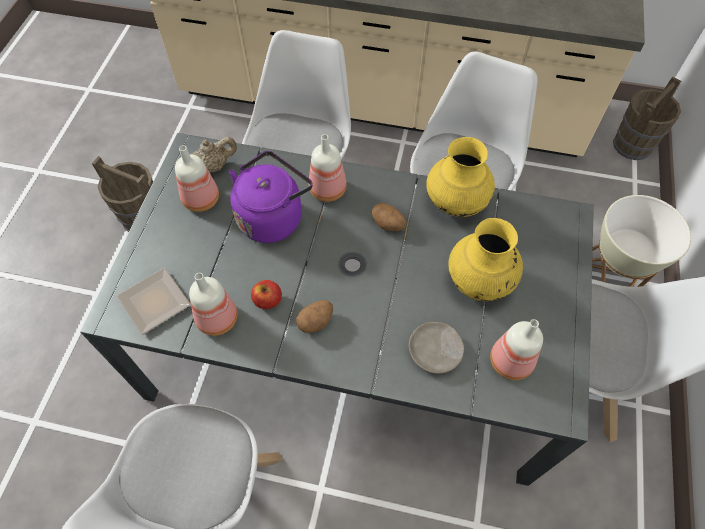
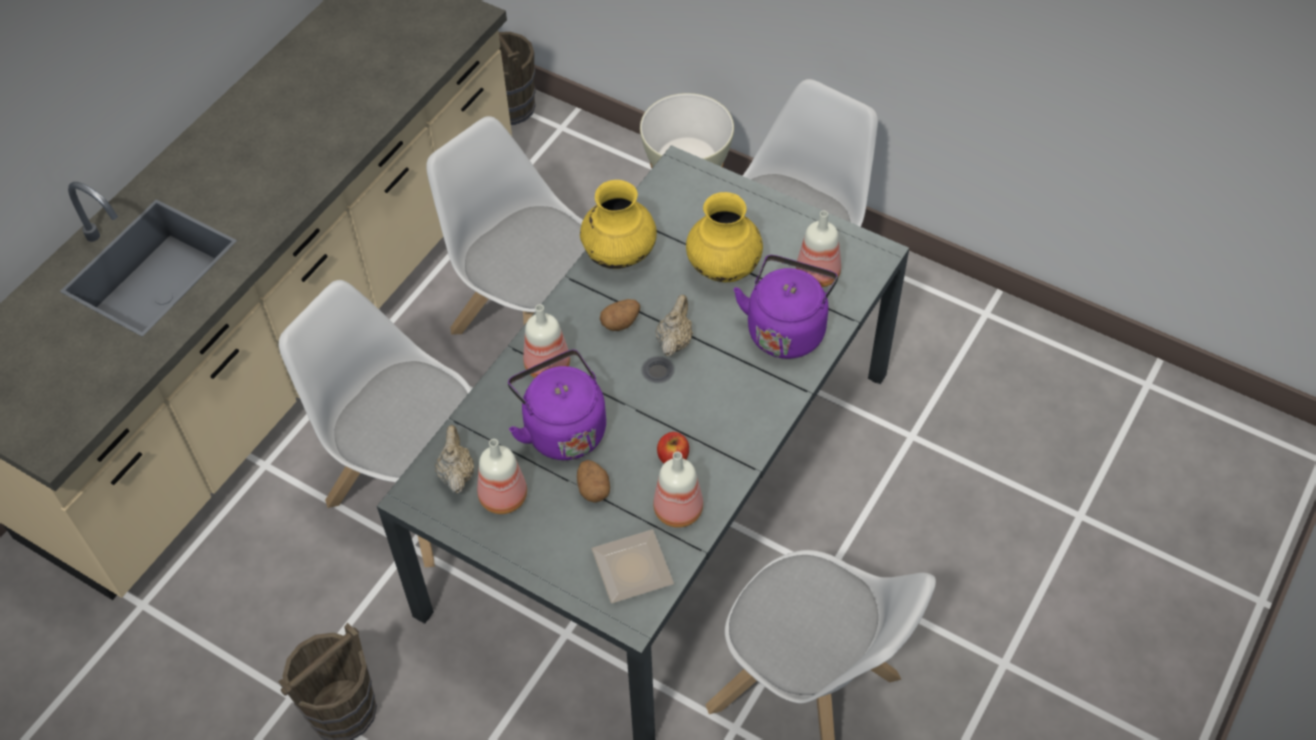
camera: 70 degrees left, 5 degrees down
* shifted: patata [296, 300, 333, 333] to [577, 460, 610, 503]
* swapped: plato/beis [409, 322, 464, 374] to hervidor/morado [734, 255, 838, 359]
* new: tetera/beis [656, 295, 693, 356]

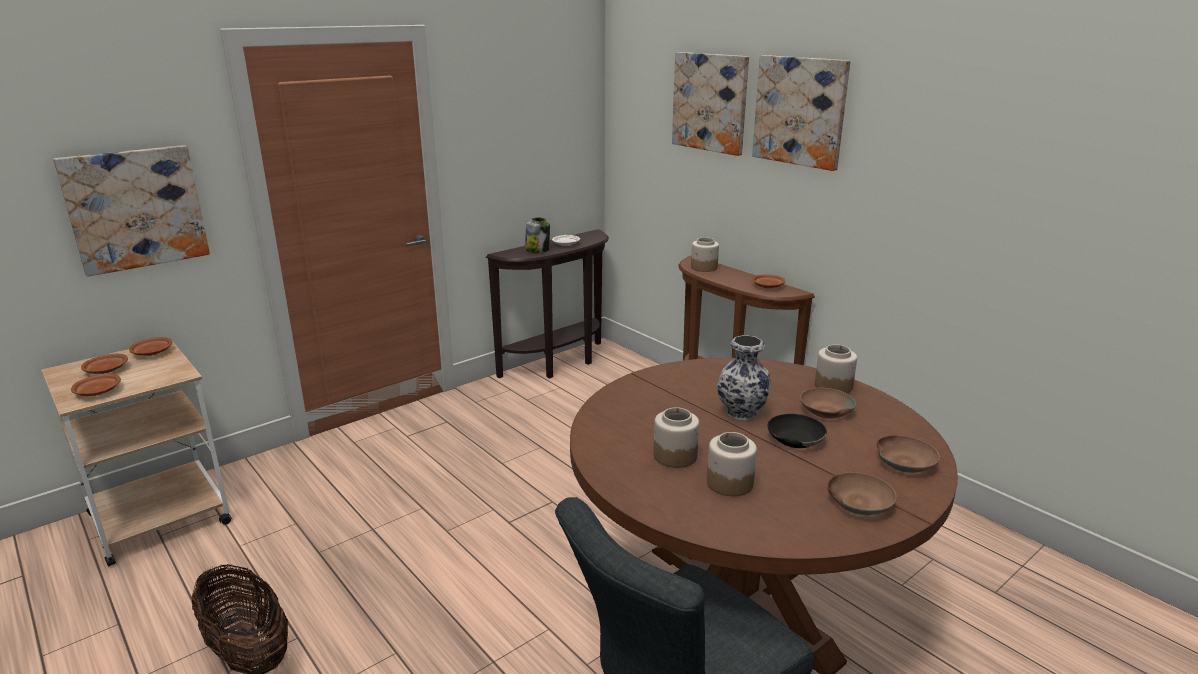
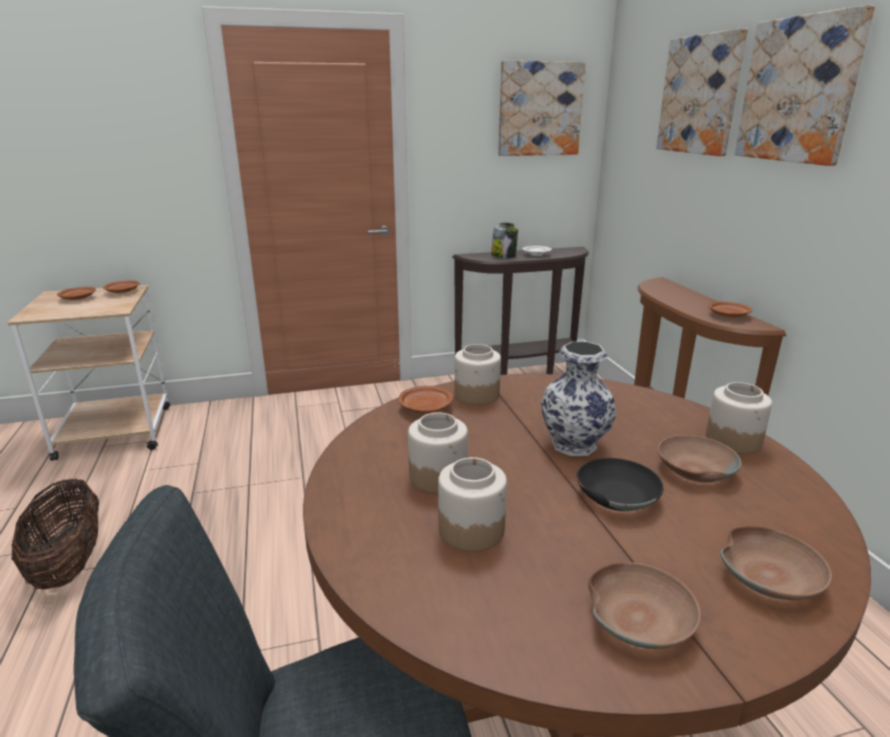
camera: 25 degrees right, 0 degrees up
* shifted: cuadro [53, 145, 210, 277] to [498, 61, 586, 156]
* shifted: tarro [691, 237, 719, 272] to [454, 344, 501, 405]
* shifted: plato/marrón [71, 374, 121, 396] to [398, 386, 453, 413]

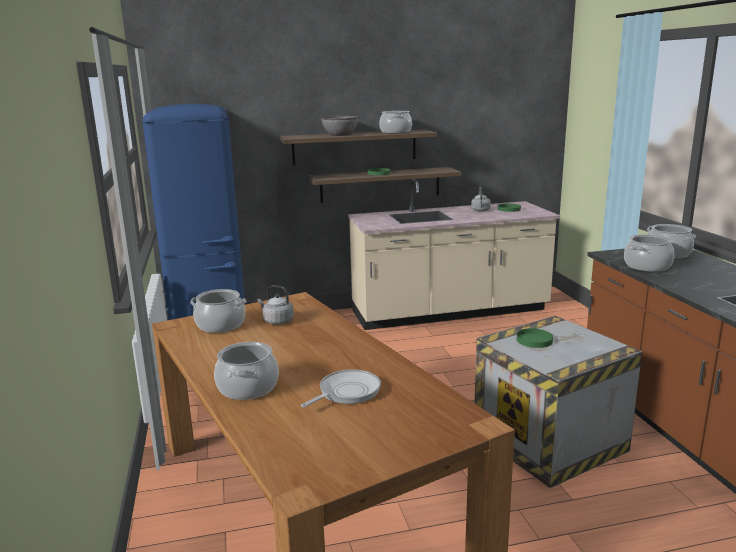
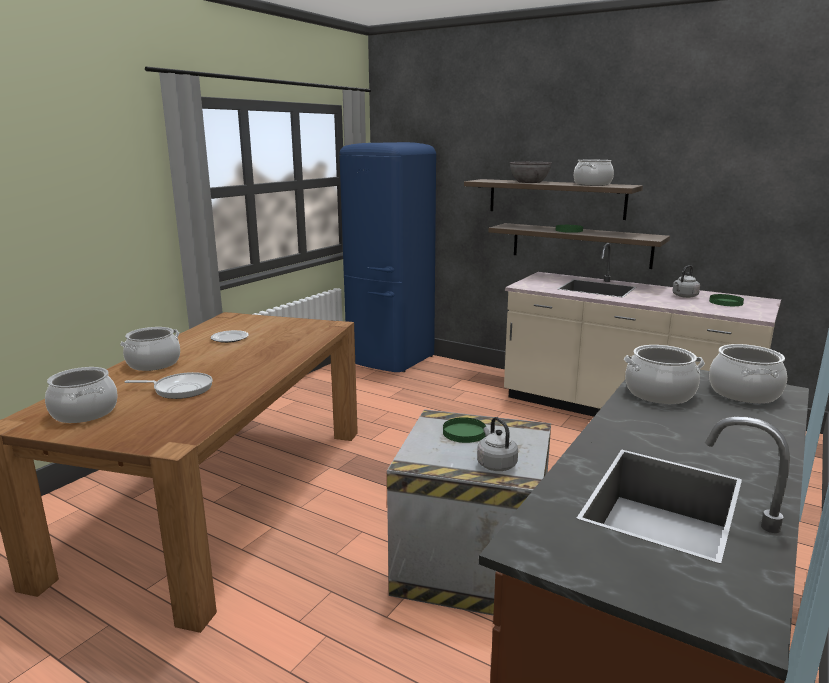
camera: 45 degrees right, 0 degrees up
* shifted: hervidor/gris [258, 285, 294, 325] to [477, 417, 518, 471]
* shifted: olla [190, 289, 246, 333] to [45, 367, 118, 423]
* new: plato [210, 330, 249, 343]

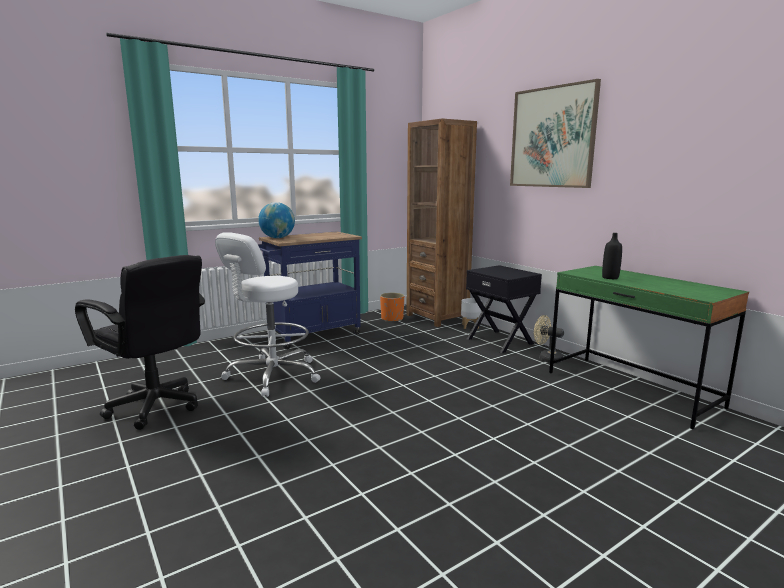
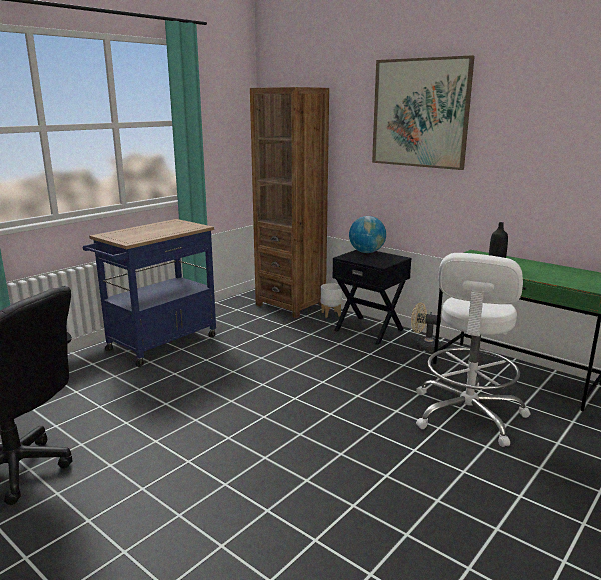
camera: 15 degrees left, 5 degrees up
* shifted: globo terráqueo [258, 202, 295, 238] to [349, 216, 386, 253]
* shifted: taburete/blanco [215, 232, 321, 397] to [416, 253, 530, 447]
* gone: maceta/naranja [380, 292, 404, 322]

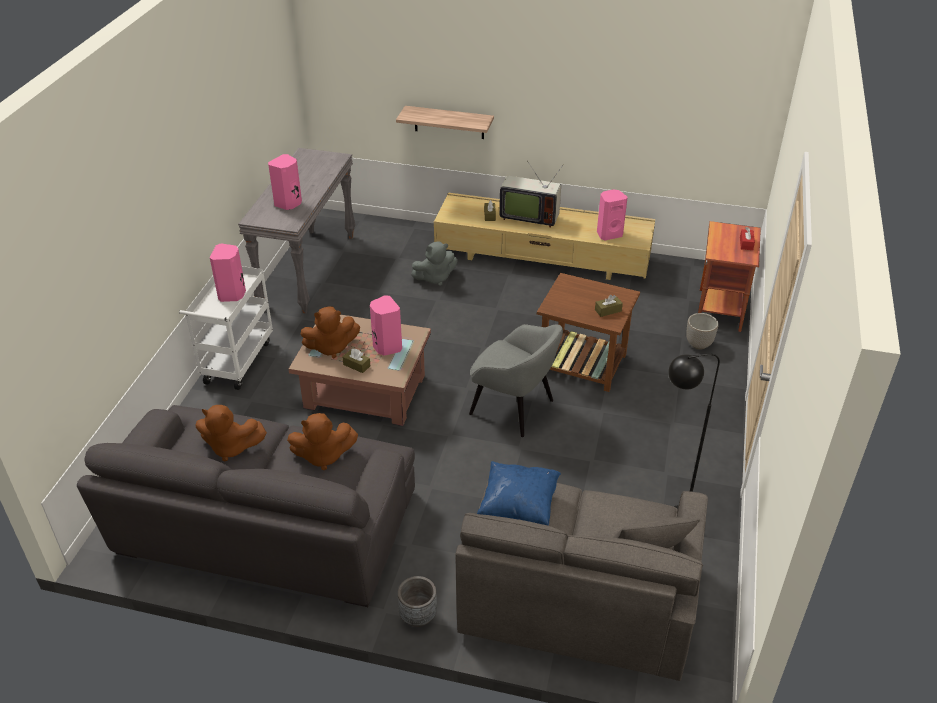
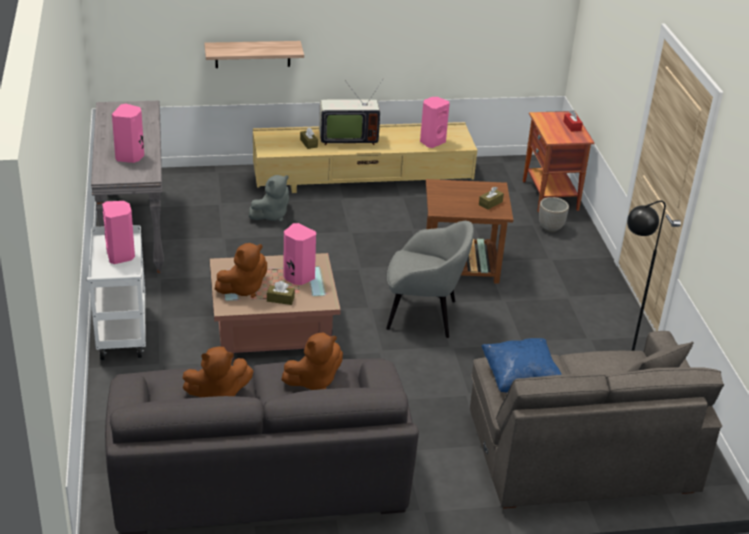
camera: 25 degrees left, 5 degrees down
* gone: maceta/gris [398, 576, 437, 627]

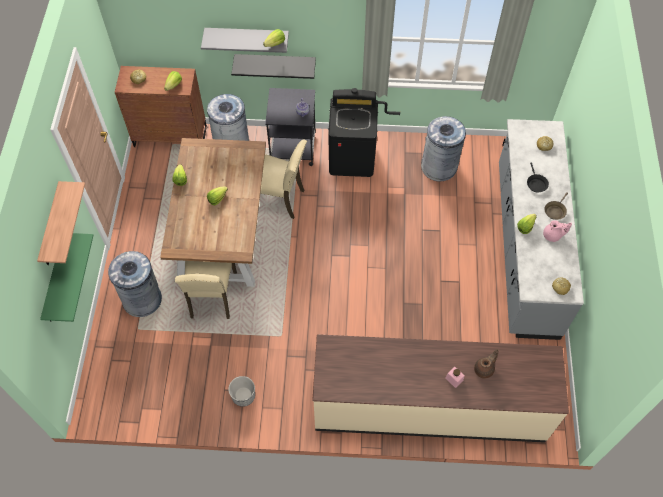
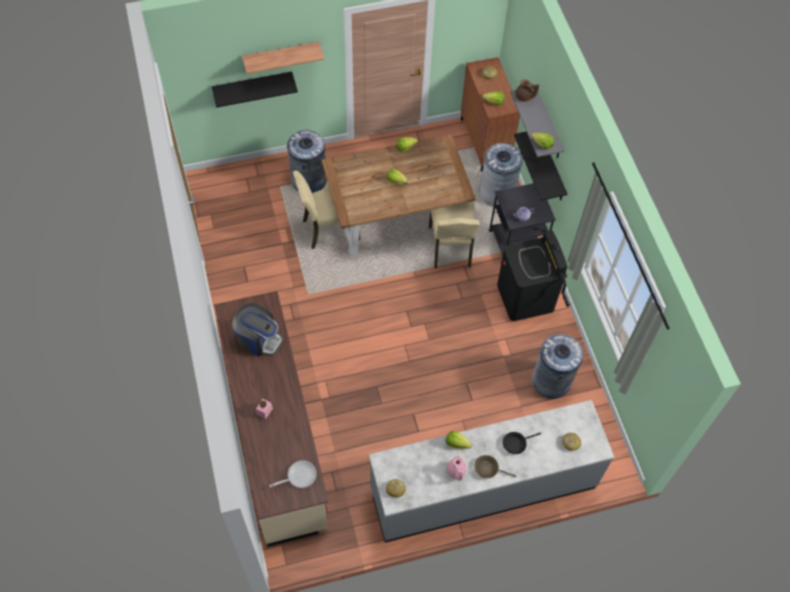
camera: 70 degrees right, 0 degrees up
* repainted: estante/verde [40, 233, 94, 322] to estante/negro [211, 72, 298, 108]
* shifted: tetera/marrón [474, 349, 499, 378] to [515, 79, 539, 101]
* gone: maceta [228, 376, 255, 407]
* new: cafetera [232, 303, 283, 357]
* new: sartén [269, 460, 317, 488]

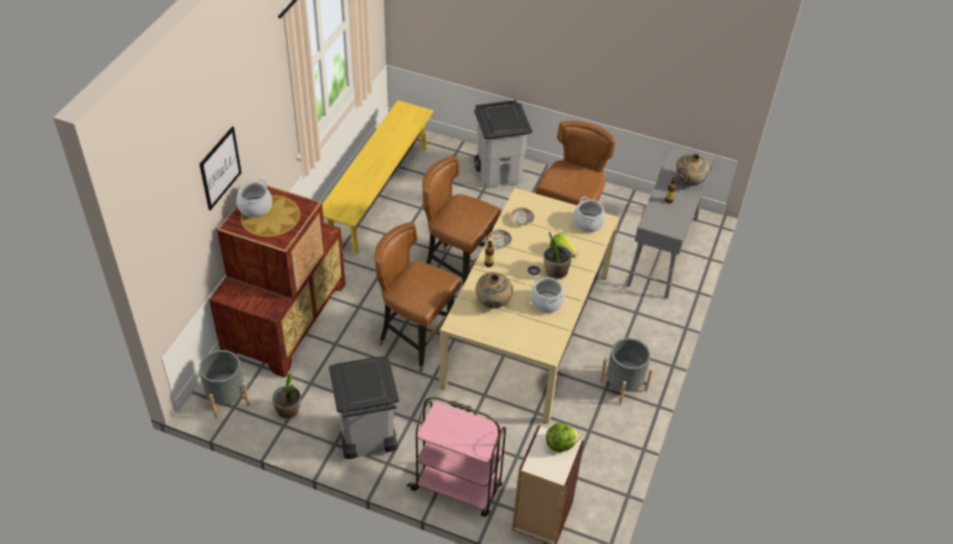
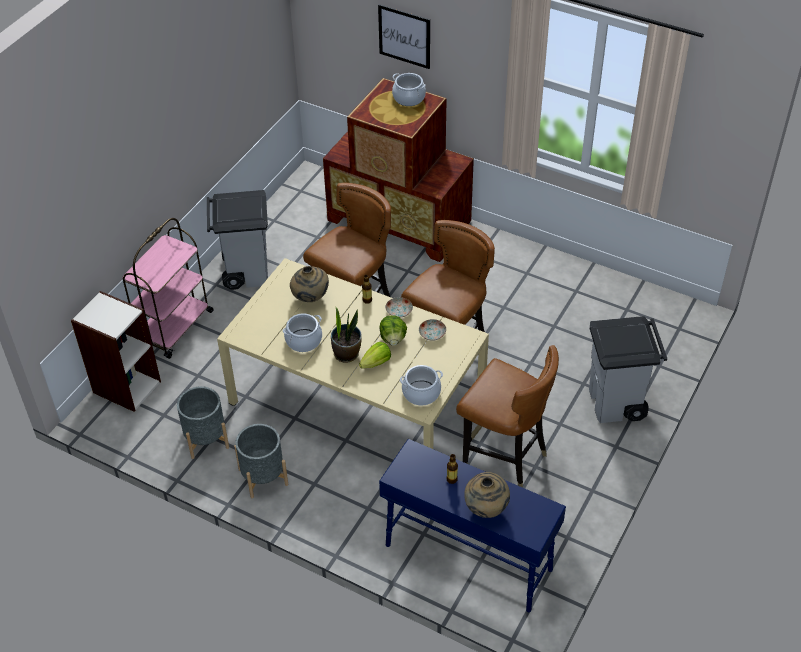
camera: 100 degrees right, 0 degrees up
* gone: banco/amarillo [322, 100, 434, 254]
* repainted: mesa consola/gris [627, 145, 714, 299] to mesa consola/azul [379, 439, 566, 612]
* shifted: maceta/gris [199, 350, 250, 418] to [177, 386, 229, 459]
* gone: planta en maceta [272, 371, 301, 419]
* shifted: lechuga [546, 423, 580, 452] to [379, 315, 407, 346]

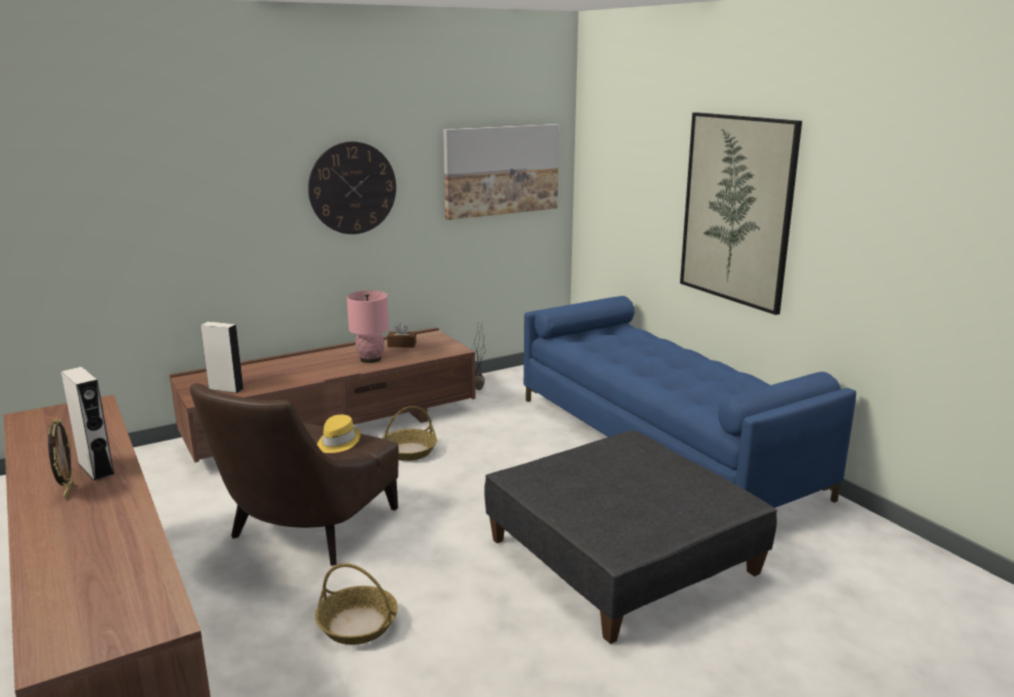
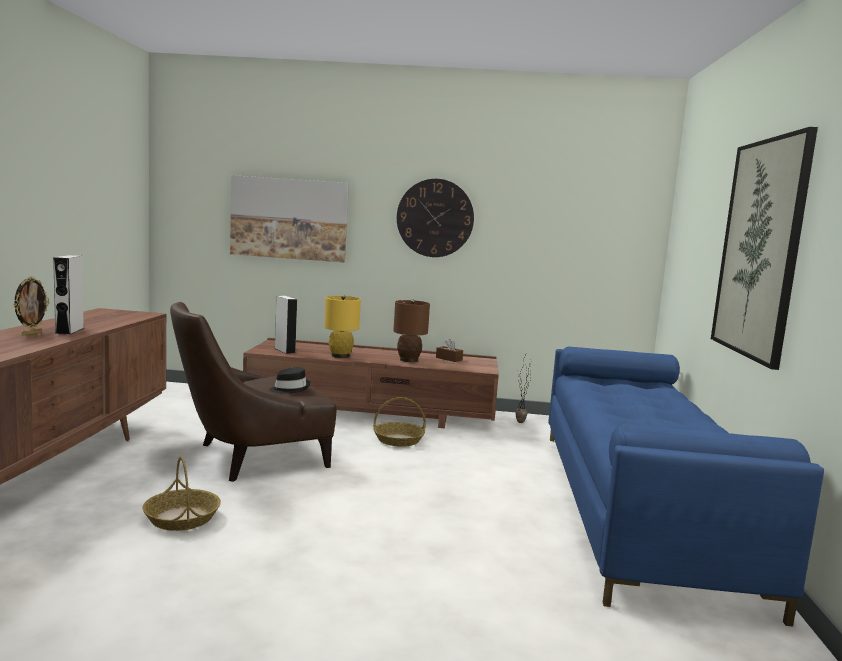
camera: 35 degrees right, 10 degrees down
* shifted: cuadro [443, 124, 559, 220] to [230, 175, 349, 262]
* repainted: lámpara de mesa/rosa [347, 290, 389, 363] to lámpara de mesa/marrón [393, 300, 430, 362]
* repainted: sombrero/amarillo [317, 415, 360, 453] to sombrero/negro [269, 367, 310, 394]
* gone: puf/gris [484, 430, 777, 644]
* new: lámpara de mesa/amarillo [324, 295, 361, 358]

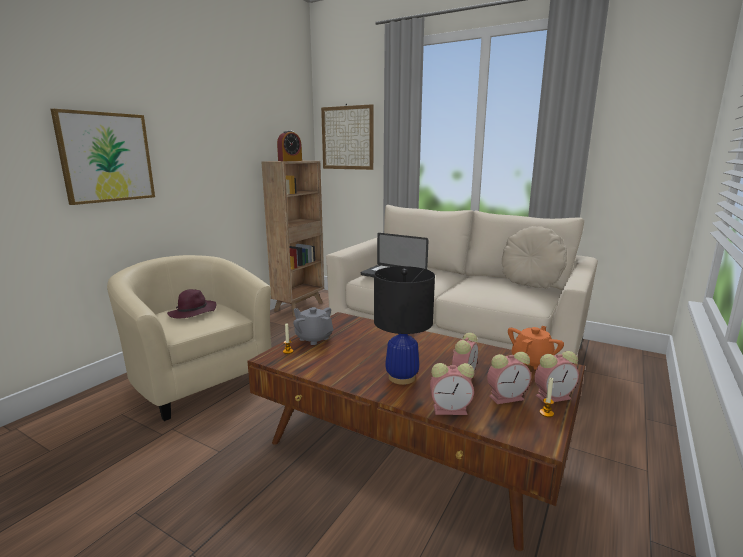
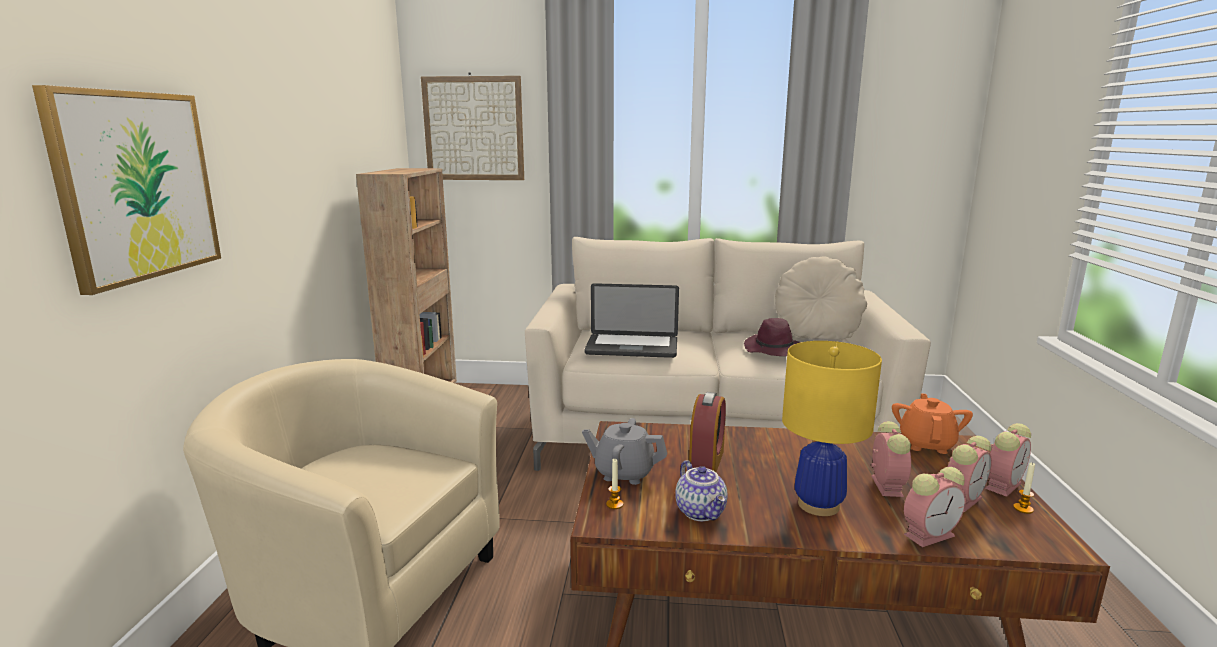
camera: 25 degrees left, 0 degrees up
* shifted: despertador [277, 130, 302, 161] to [689, 392, 726, 472]
* repainted: lámpara de mesa/negro [374, 266, 435, 385] to lámpara de mesa/amarillo [782, 341, 882, 516]
* shifted: sombrero/morado [167, 289, 216, 318] to [744, 318, 801, 356]
* new: tetera [675, 460, 728, 521]

